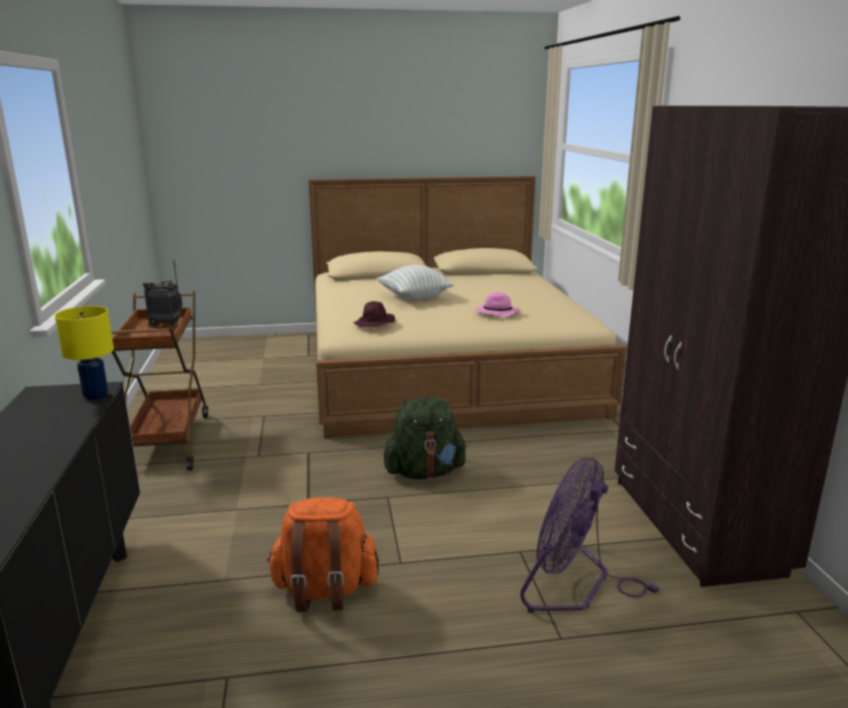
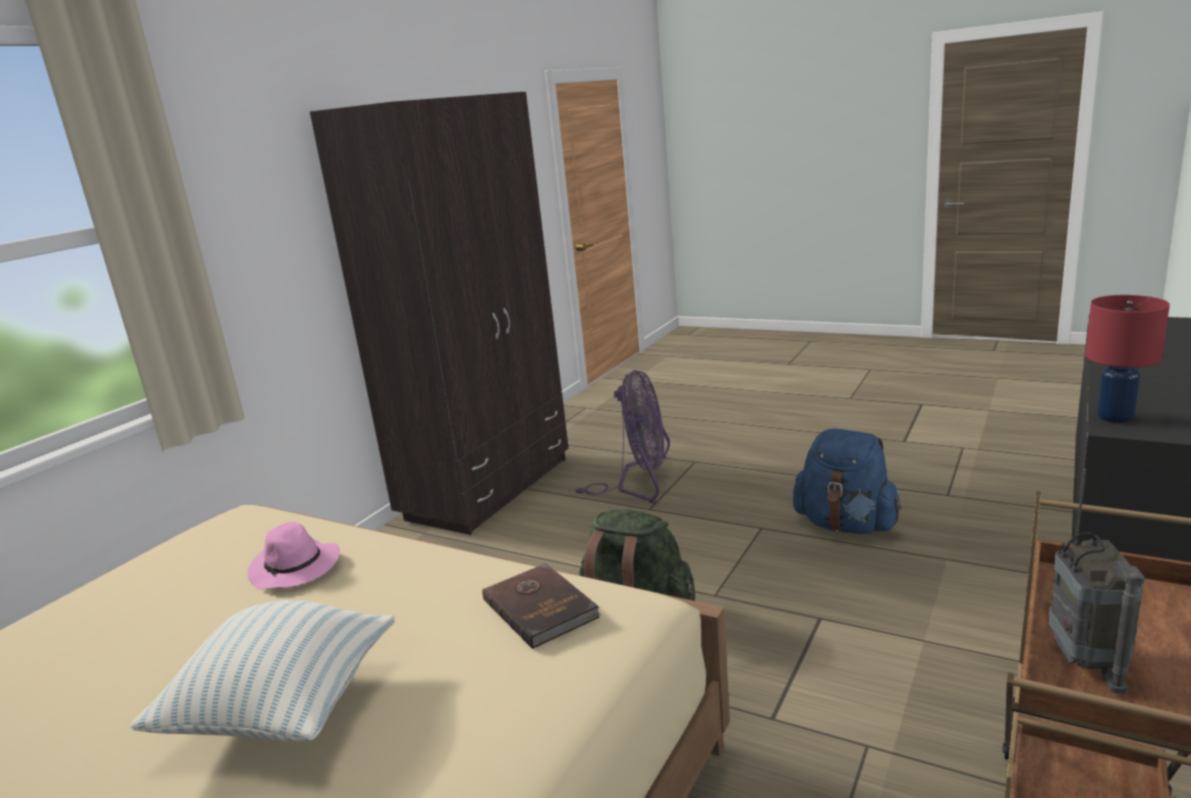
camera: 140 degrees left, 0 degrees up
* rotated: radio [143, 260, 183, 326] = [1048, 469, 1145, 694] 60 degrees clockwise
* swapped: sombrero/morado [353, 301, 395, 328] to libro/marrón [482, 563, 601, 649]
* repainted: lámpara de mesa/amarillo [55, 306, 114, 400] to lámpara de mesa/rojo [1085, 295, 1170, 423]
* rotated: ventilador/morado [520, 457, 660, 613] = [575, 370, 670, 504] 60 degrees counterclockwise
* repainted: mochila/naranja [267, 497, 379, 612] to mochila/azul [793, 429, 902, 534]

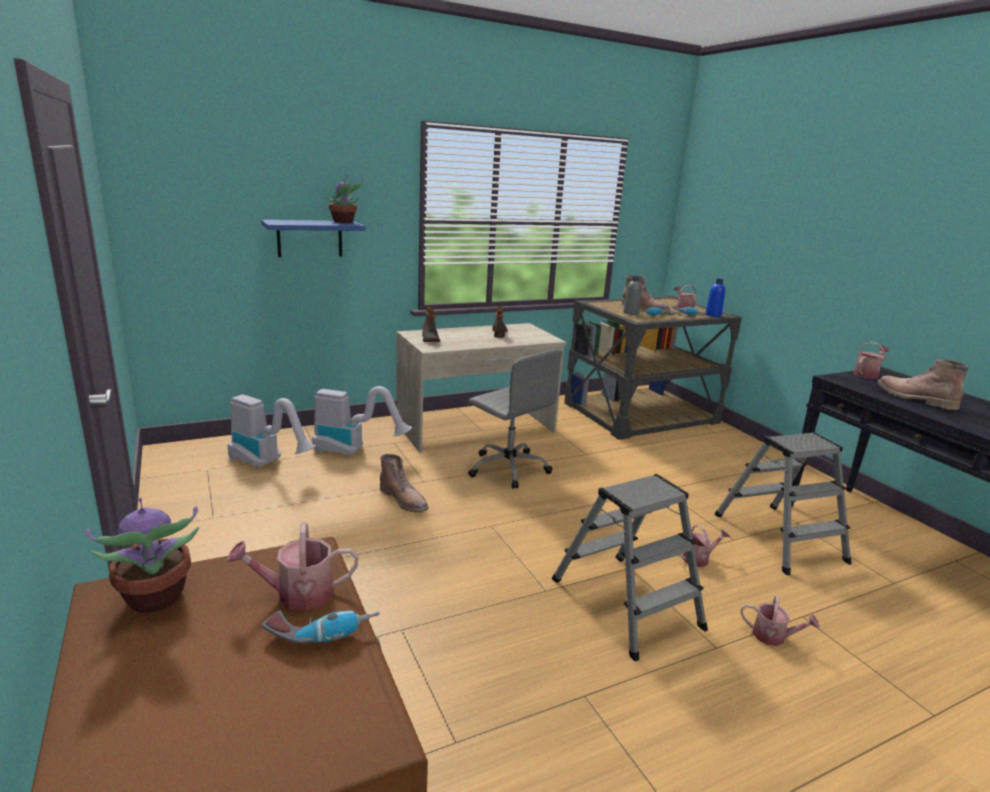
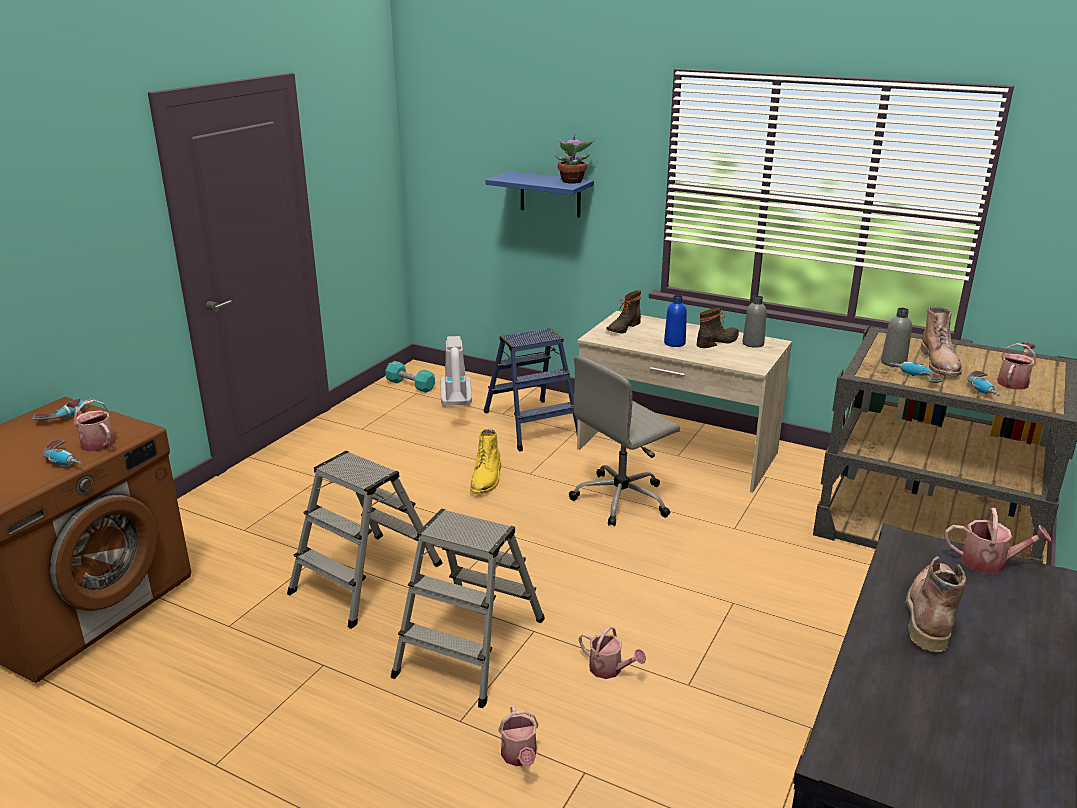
camera: 55 degrees right, 5 degrees up
* shifted: botella/azul [705, 279, 725, 317] to [664, 295, 687, 347]
* rotated: silla de oficina/gris [468, 350, 562, 489] = [569, 356, 680, 526] 45 degrees clockwise
* swapped: aspiradora [312, 386, 412, 456] to escalera de tijera/azul [484, 328, 578, 451]
* shifted: escalera de tijera/gris [714, 432, 852, 575] to [287, 451, 443, 629]
* repainted: bota/marrón [380, 454, 428, 513] to bota/amarillo [470, 429, 501, 494]
* swapped: planta en maceta [85, 498, 199, 613] to taladro [32, 398, 92, 420]
* new: botella/gris [742, 295, 767, 348]
* new: mancuerna/turquesa [385, 361, 435, 393]

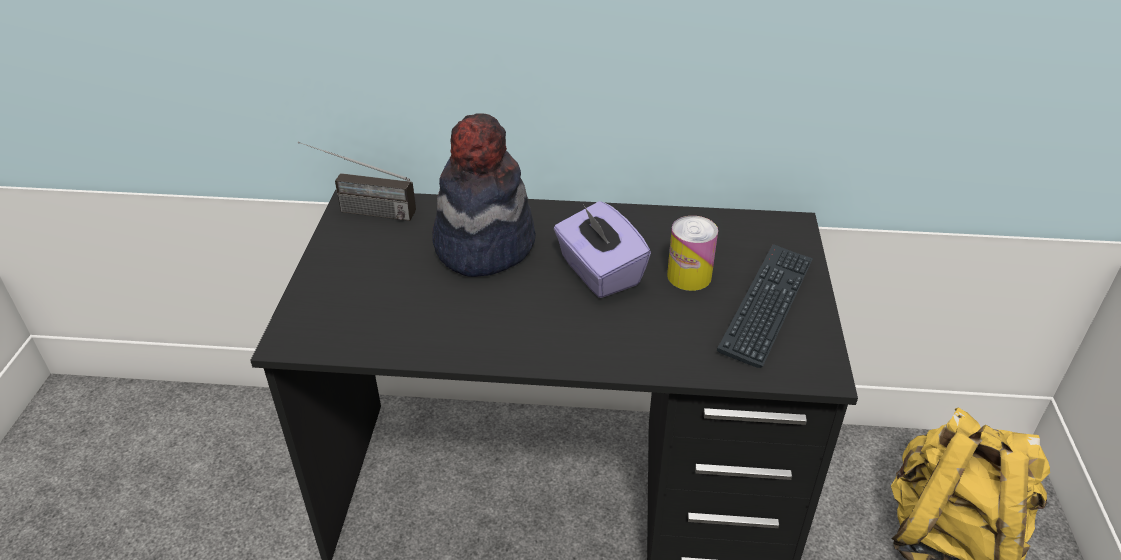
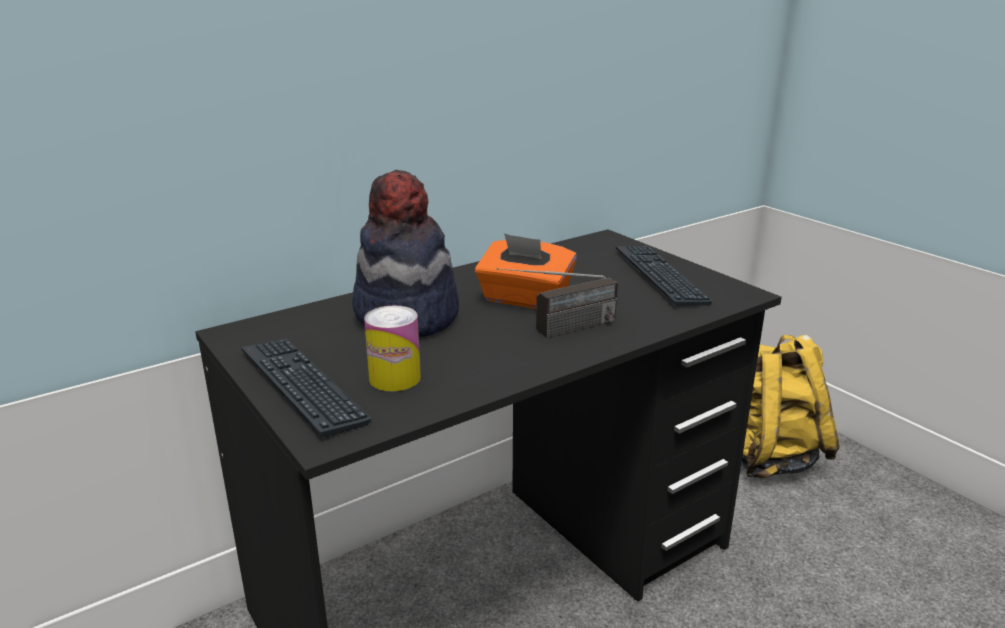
camera: 40 degrees left, 15 degrees down
* shifted: radio [298, 141, 416, 221] to [497, 268, 618, 338]
* repainted: caja de pañuelos/morado [554, 201, 651, 298] to caja de pañuelos/naranja [475, 233, 577, 309]
* shifted: lata [667, 216, 718, 291] to [364, 306, 421, 391]
* new: teclado [241, 339, 372, 437]

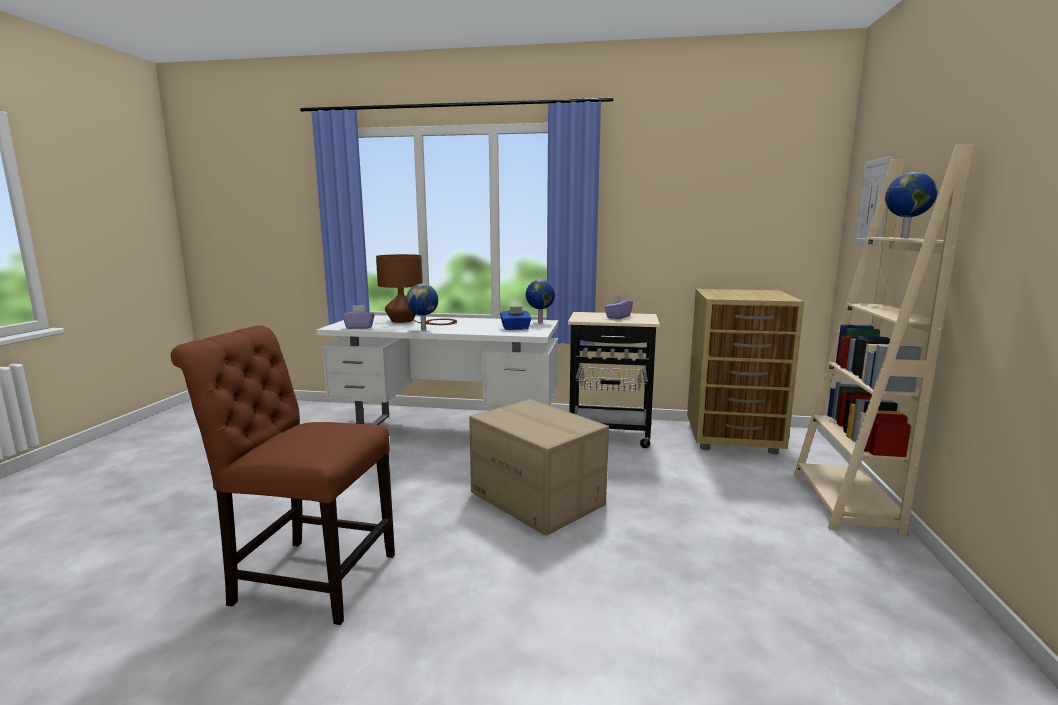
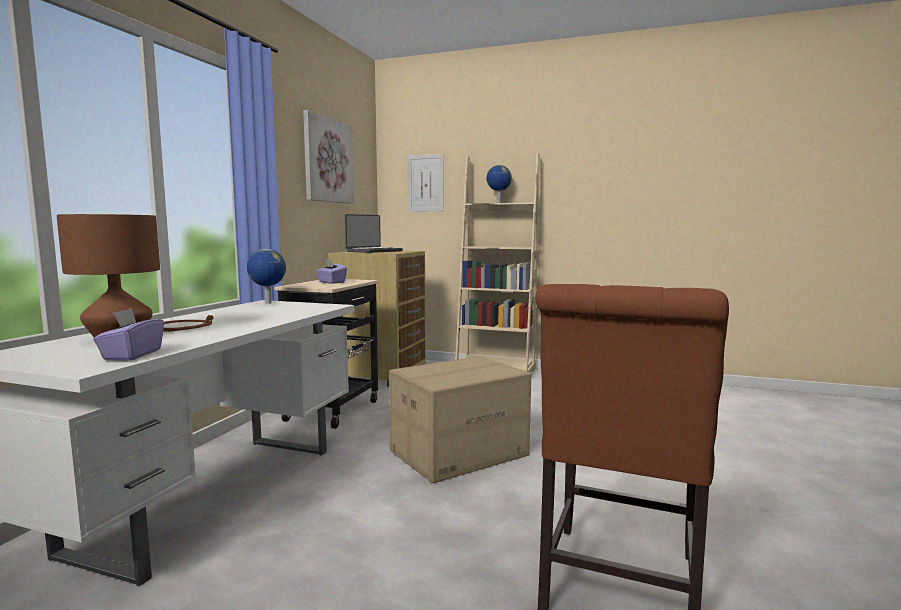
camera: 80 degrees left, 5 degrees down
* gone: globo terráqueo [406, 284, 438, 330]
* gone: caja de pañuelos/azul [500, 307, 532, 330]
* new: cuadro [303, 110, 354, 204]
* new: portátil [345, 214, 403, 253]

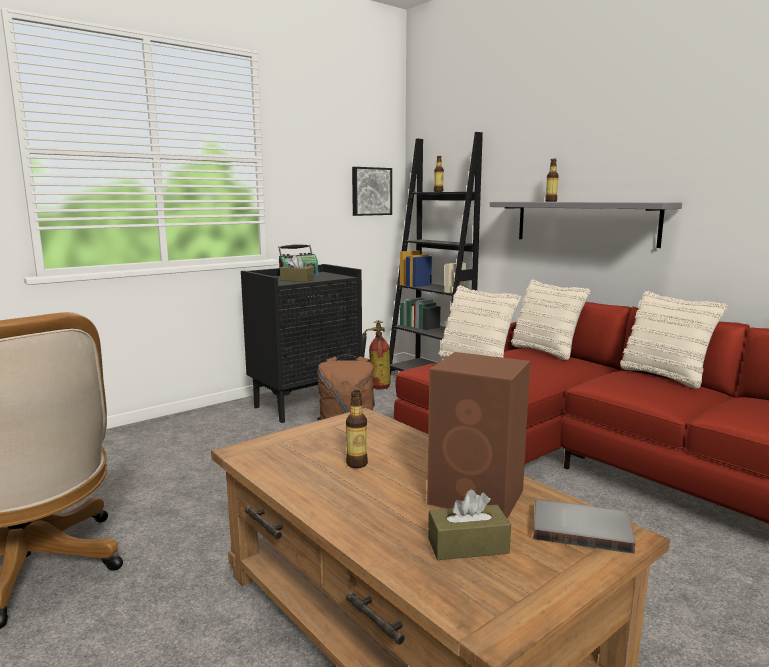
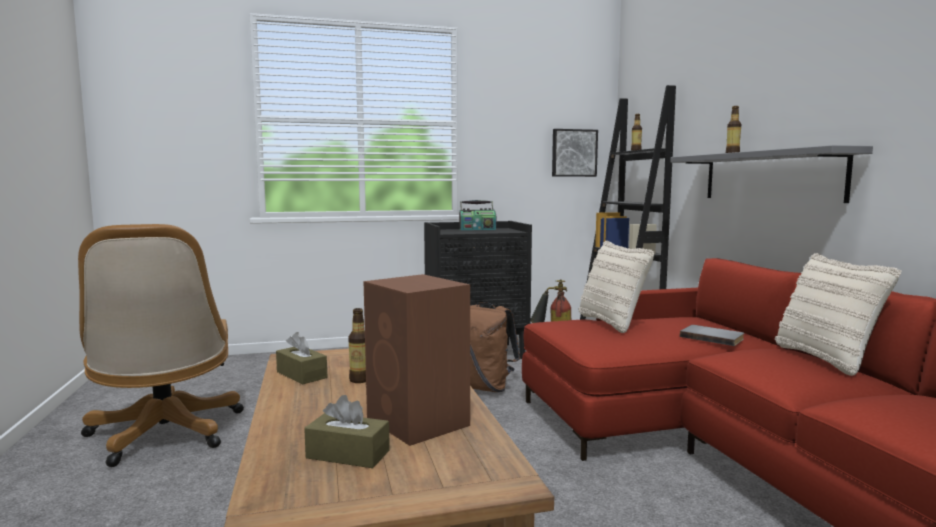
camera: 25 degrees right, 5 degrees down
* shifted: caja de pañuelos/marrón [280, 255, 314, 282] to [276, 332, 327, 385]
* gone: cojín/beis [511, 279, 591, 360]
* shifted: libro/gris [533, 499, 636, 554] to [680, 325, 744, 346]

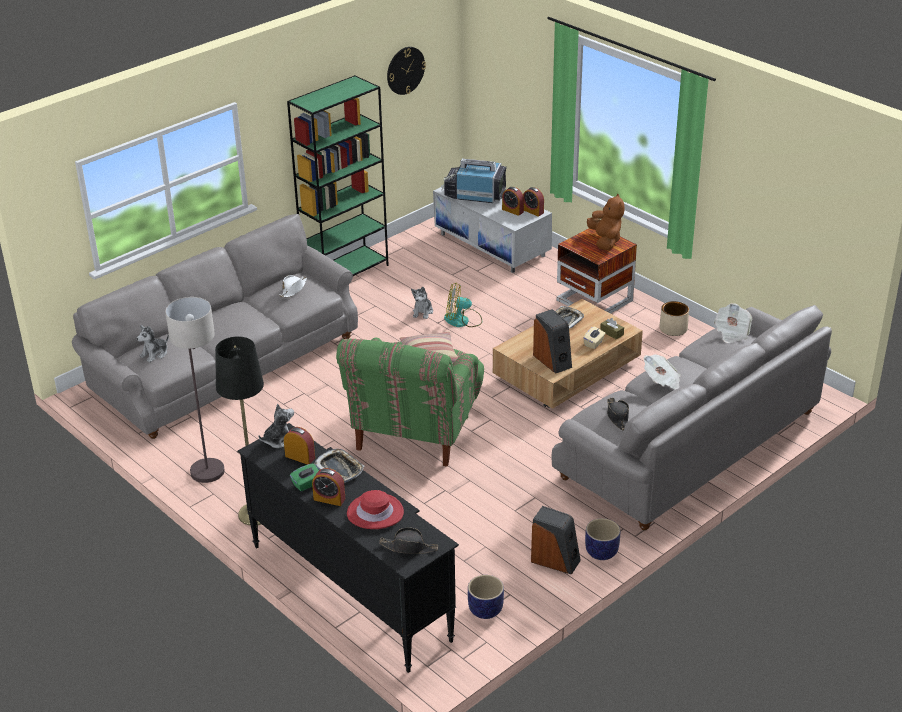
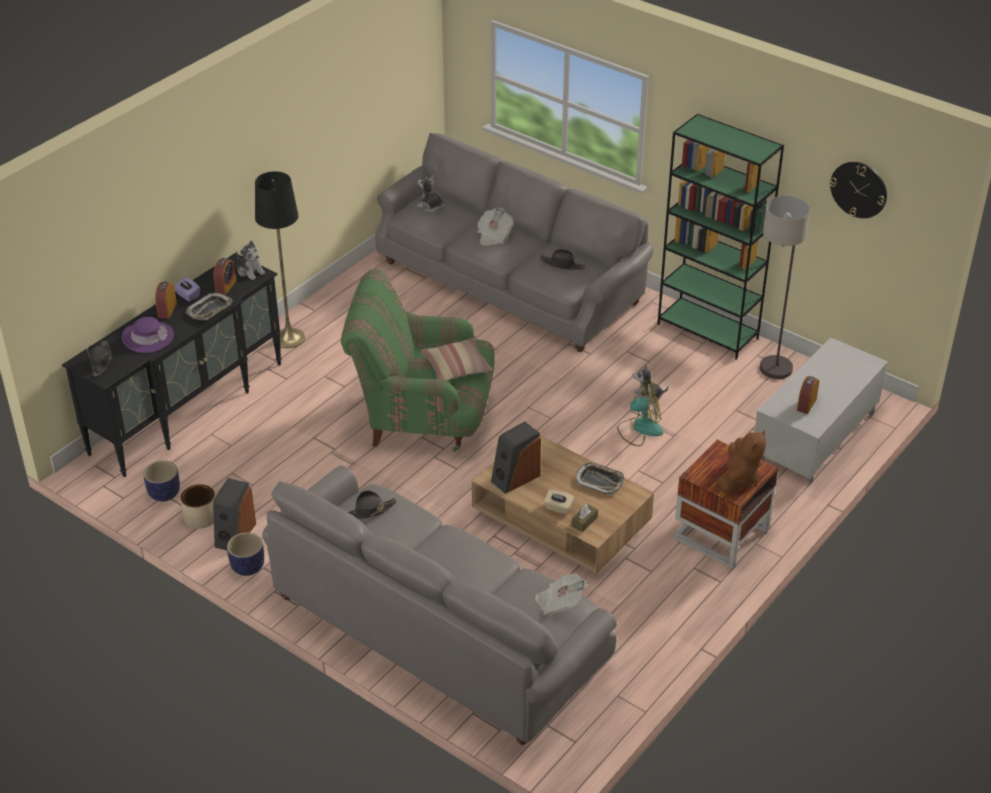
camera: 80 degrees right, 5 degrees up
* gone: televisor [441, 159, 507, 203]
* gone: despertador [523, 187, 544, 216]
* rotated: peluche/marrón [587, 194, 625, 250] = [717, 430, 766, 493] 45 degrees counterclockwise
* repainted: sombrero/blanco [280, 275, 307, 297] to sombrero/negro [540, 249, 585, 270]
* rotated: ventilador [444, 282, 482, 327] = [617, 381, 663, 446] 90 degrees clockwise
* shifted: lámpara de pie/gris [165, 297, 225, 483] to [760, 196, 810, 379]
* shifted: maceta/beis [659, 301, 689, 336] to [181, 484, 215, 529]
* shifted: periódico [644, 354, 681, 390] to [477, 208, 514, 246]
* repainted: caja de pañuelos/verde [290, 464, 319, 491] to caja de pañuelos/morado [174, 277, 200, 302]
* repainted: sombrero/rojo [347, 490, 404, 529] to sombrero/morado [122, 317, 174, 353]

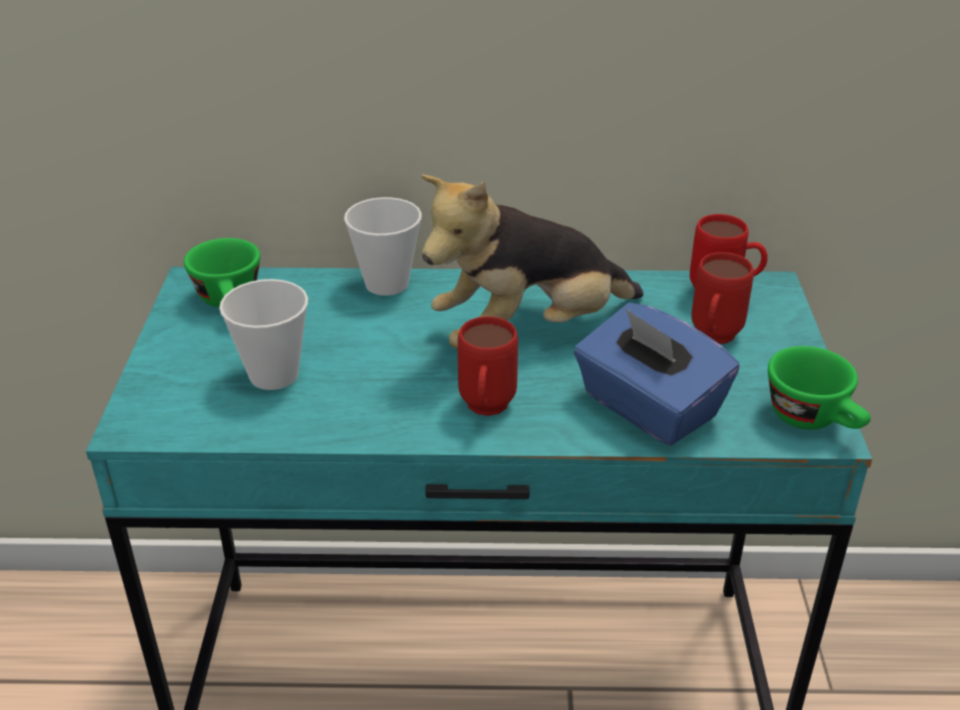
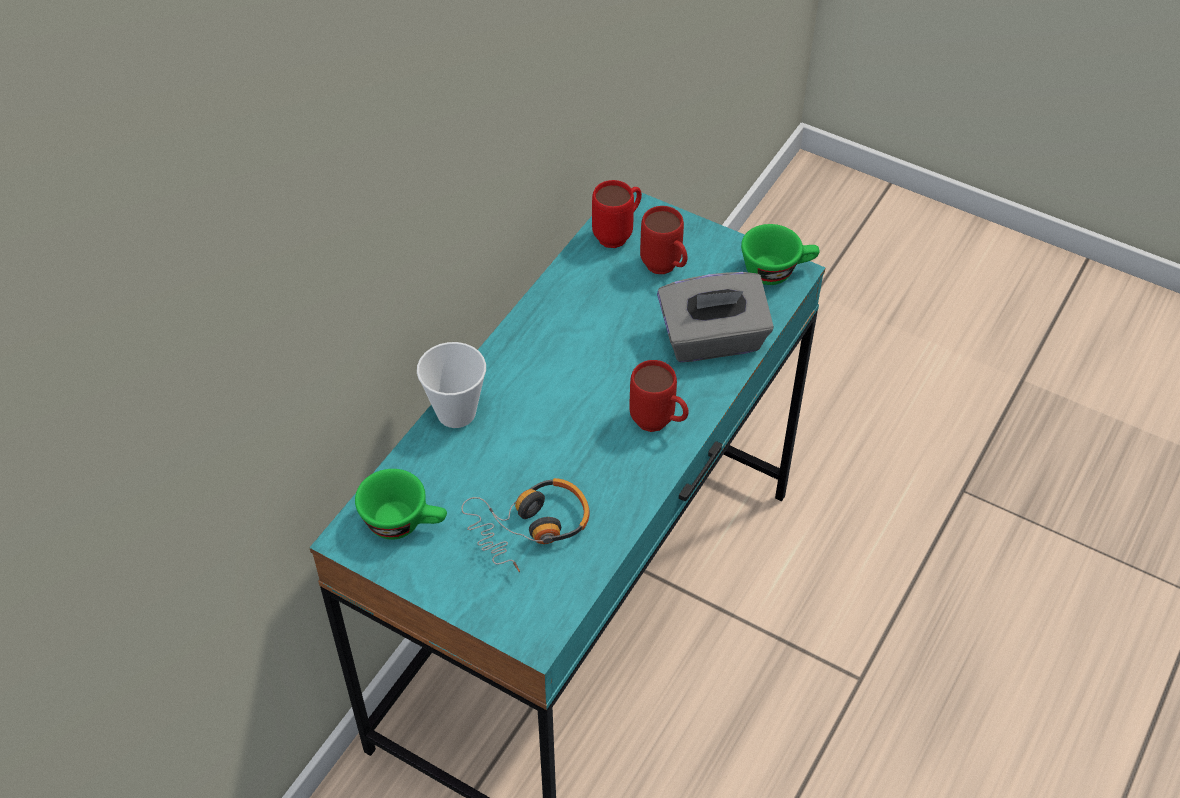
camera: 60 degrees left, 15 degrees up
* gone: peluche [421, 175, 644, 349]
* swapped: taza [219, 279, 308, 390] to auriculares [461, 478, 590, 572]
* repainted: caja de pañuelos/azul [574, 303, 740, 446] to caja de pañuelos/gris [657, 272, 774, 362]

